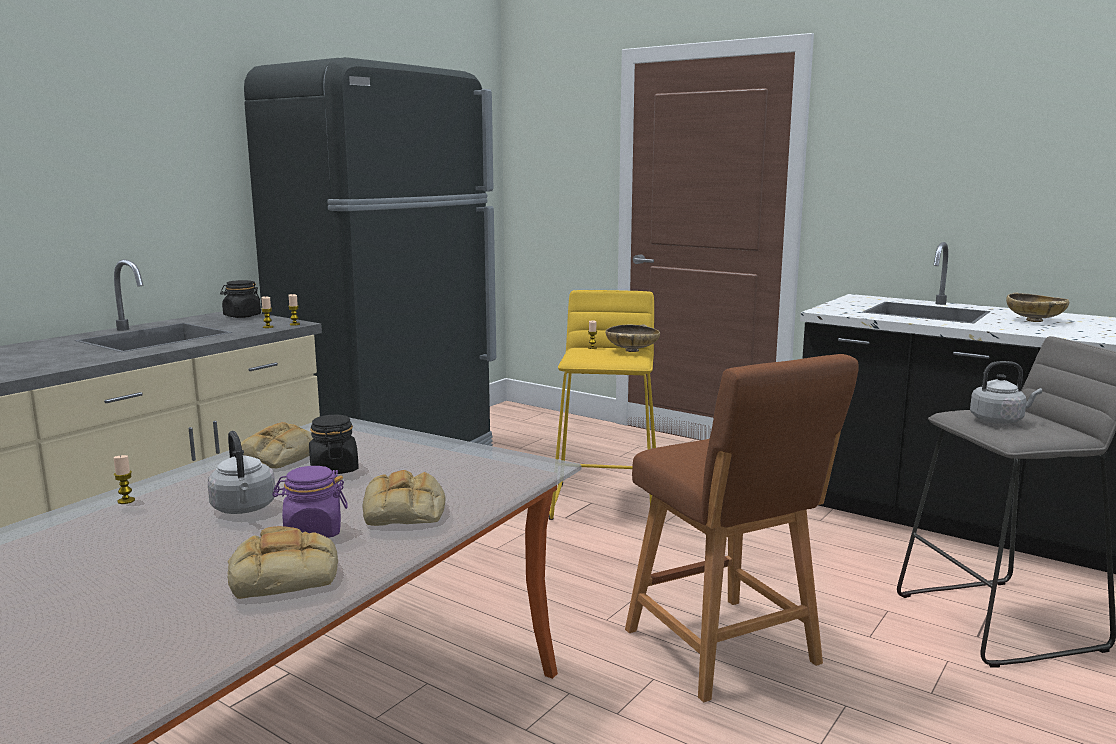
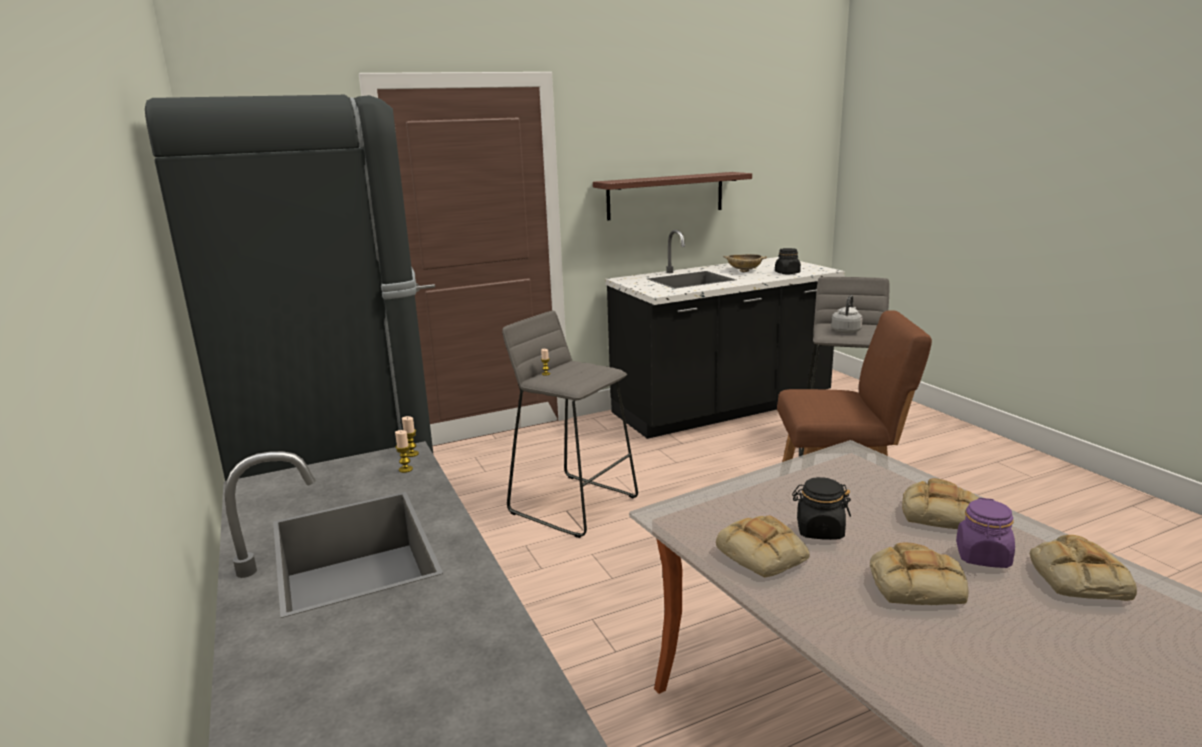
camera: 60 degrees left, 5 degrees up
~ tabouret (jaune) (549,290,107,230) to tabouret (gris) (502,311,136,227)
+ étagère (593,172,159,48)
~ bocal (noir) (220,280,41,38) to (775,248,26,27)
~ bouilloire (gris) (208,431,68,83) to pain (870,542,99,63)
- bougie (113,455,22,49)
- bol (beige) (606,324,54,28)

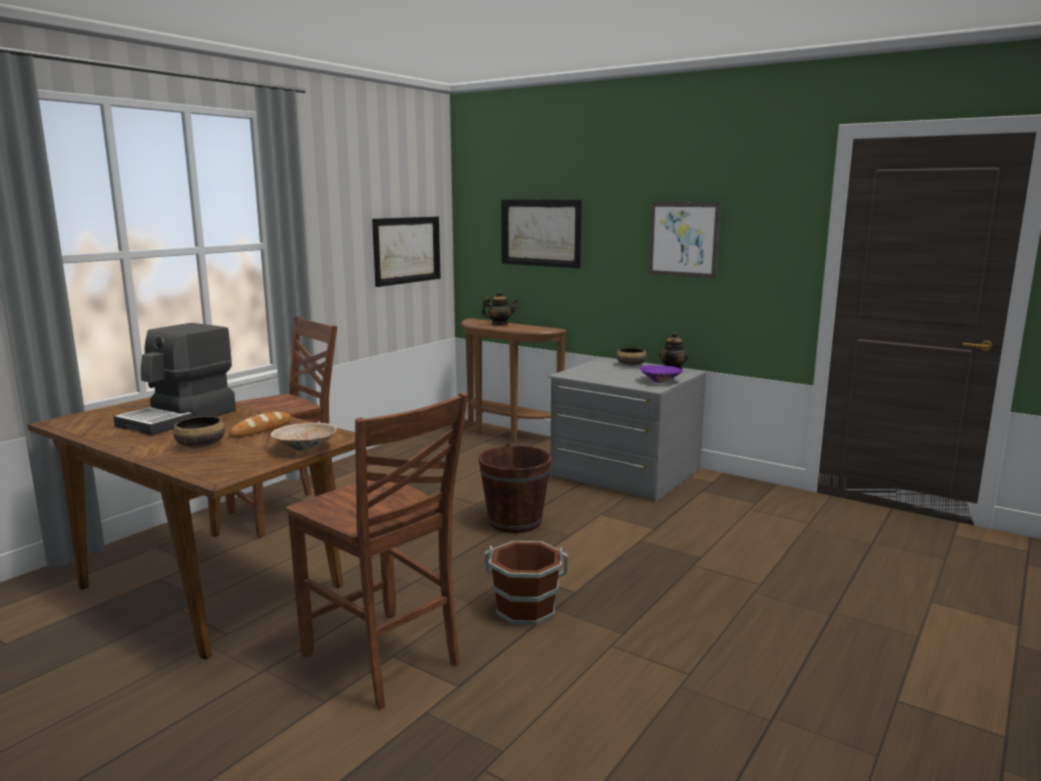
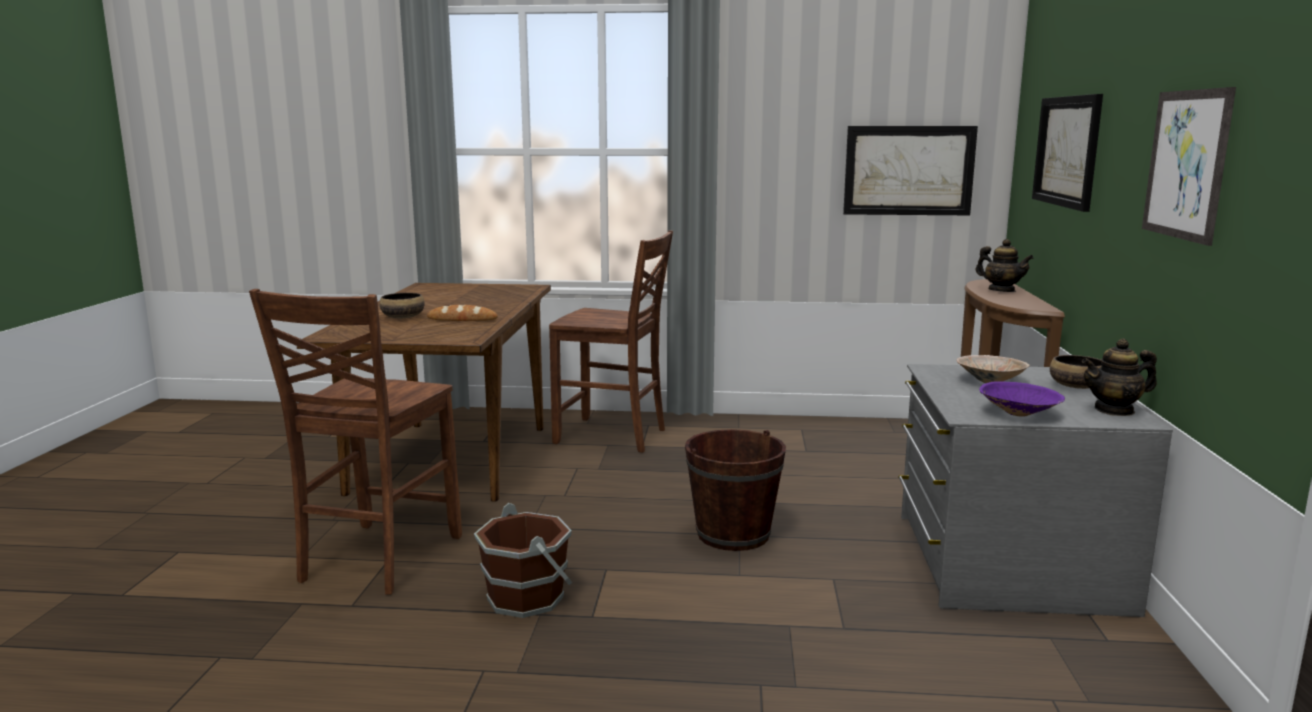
camera: 60 degrees right, 0 degrees up
~ bol (beige) (270,423,67,28) to (956,355,74,28)
- machine à café (113,323,123,113)

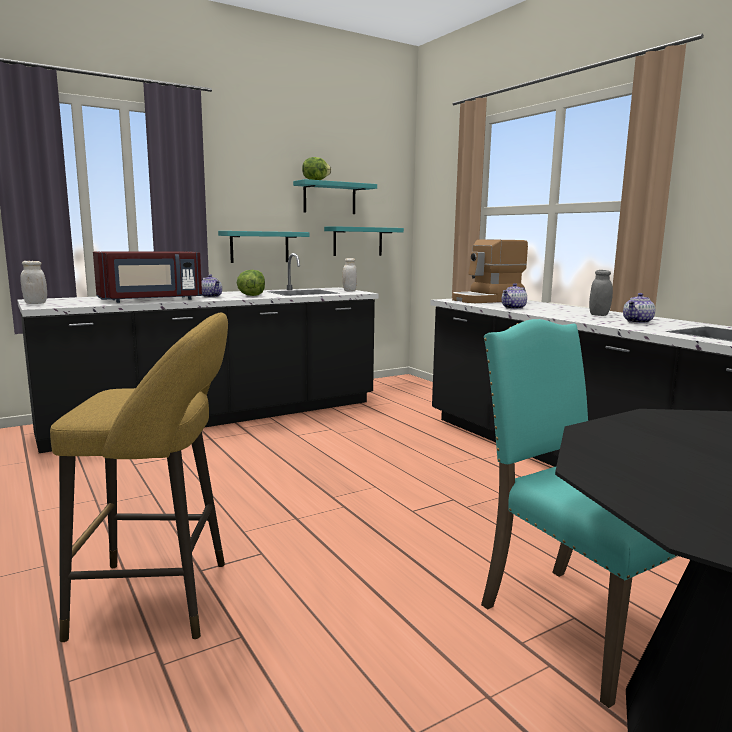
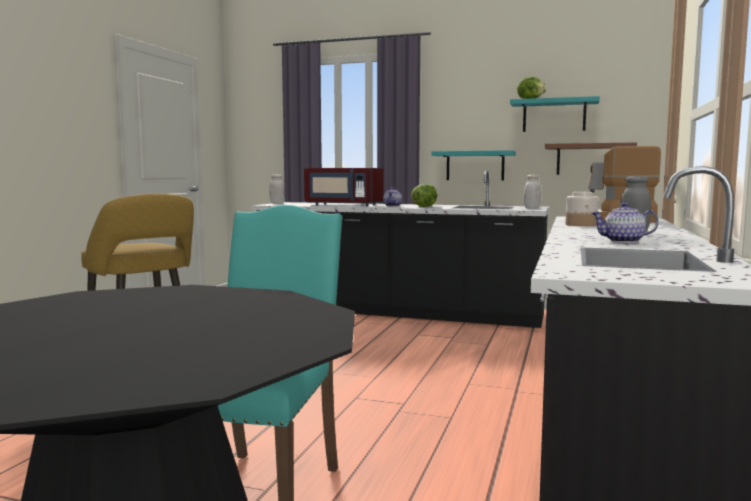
camera: 50 degrees right, 5 degrees down
~ étagère (turquoise) (324,226,80,30) to étagère (marron) (545,142,92,33)
~ théière (501,283,26,26) to bocal (566,192,32,34)

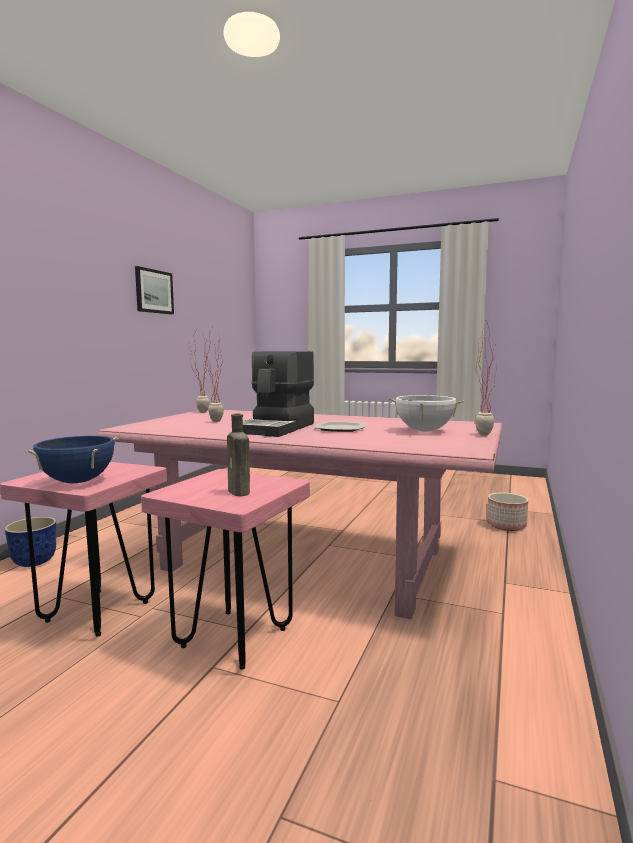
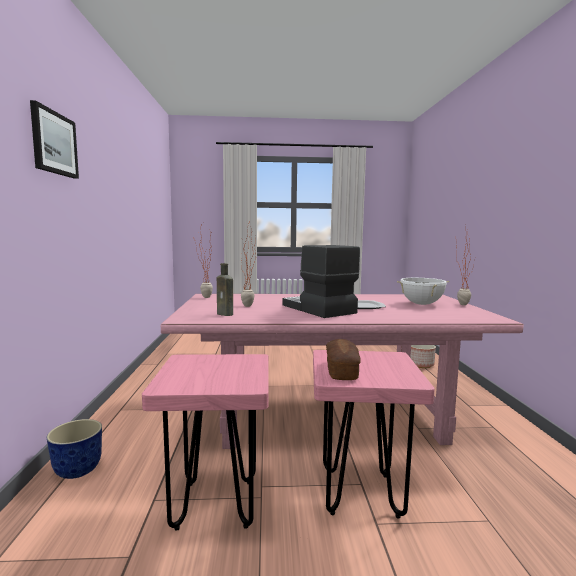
camera: 25 degrees left, 0 degrees up
~ tableau (135,266,39,48) to (30,100,49,79)
~ bouteille (marron) (227,414,23,82) to (217,263,16,53)
~ machine à café (243,351,71,86) = (283,245,77,73) 150 degrees clockwise
+ pain (326,339,35,41)
- marmite (bleu) (25,436,93,47)

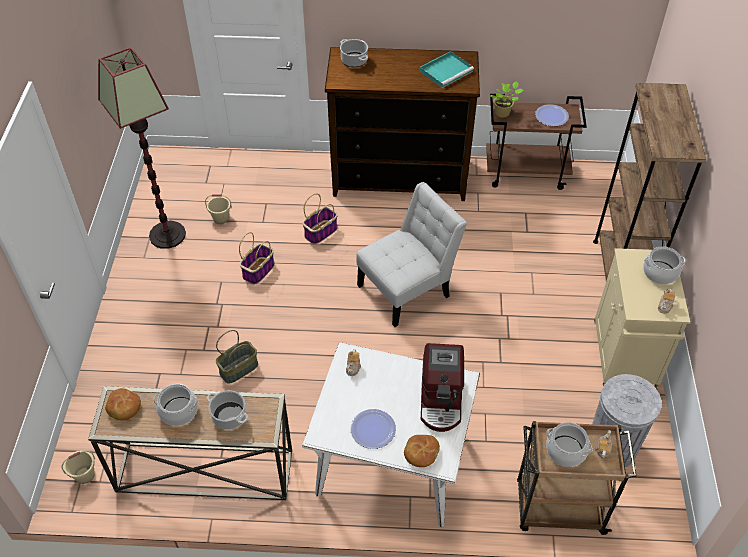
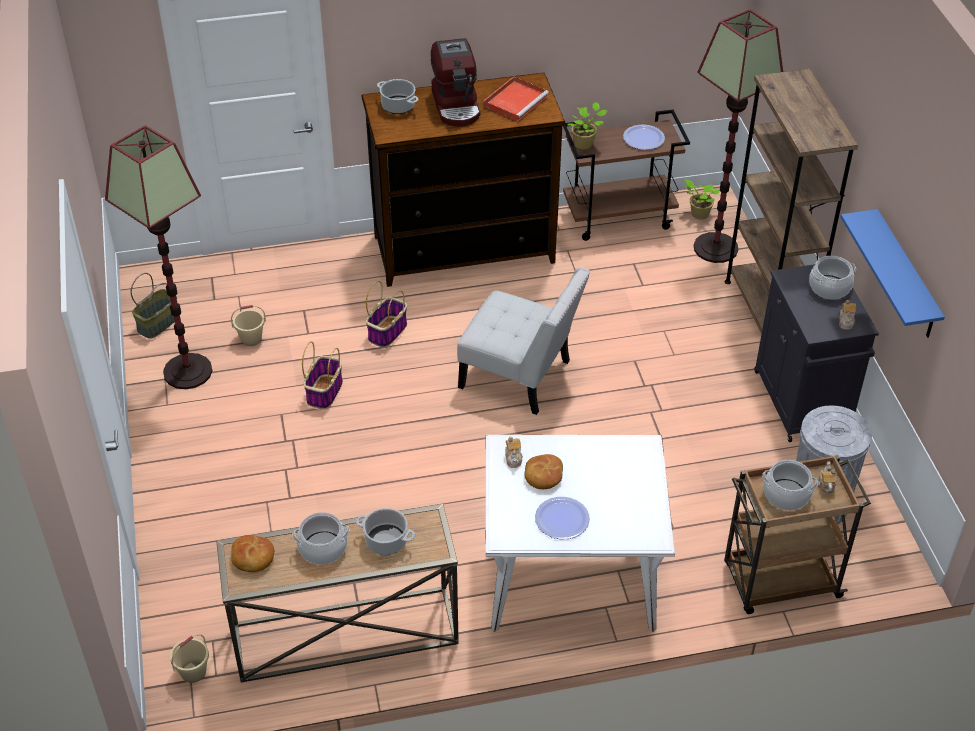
camera: 15 degrees left, 5 degrees down
~ panier (216,330,42,54) to (131,273,46,65)
~ machine à café (421,343,43,89) to (431,38,49,89)
~ chaise (blanc) (356,182,111,145) = (457,267,133,148) 75 degrees clockwise
~ plateau (turquoise) (419,51,55,37) to plateau (rouge) (483,76,66,45)
~ pain (404,435,36,32) to (524,454,39,35)
+ plante en pot (683,179,37,41)
+ lampadaire (694,9,89,254)
~ meuble de rangement (beige) (594,248,96,142) to meuble de rangement (noir) (754,264,125,178)
+ étagère (bleu) (841,209,104,129)

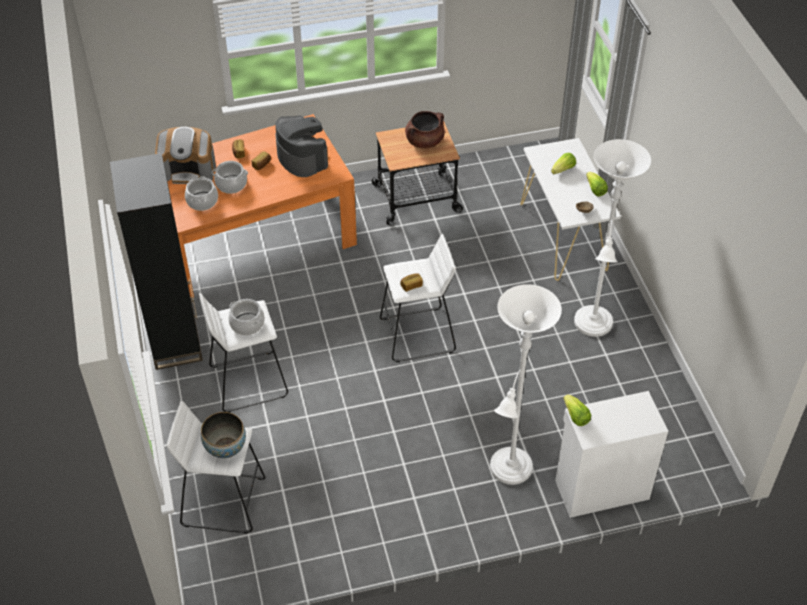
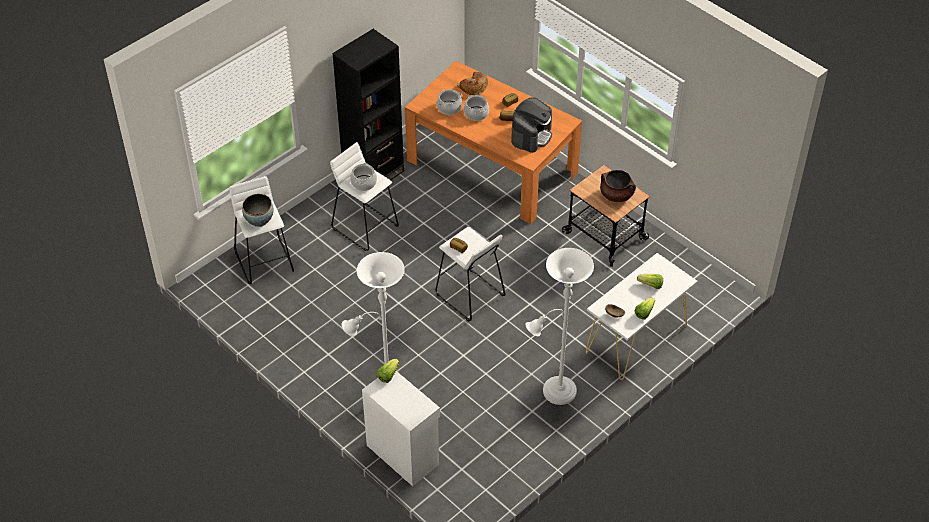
camera: 60 degrees right, 0 degrees up
~ machine à café (155,127,61,57) to pain (457,72,31,23)

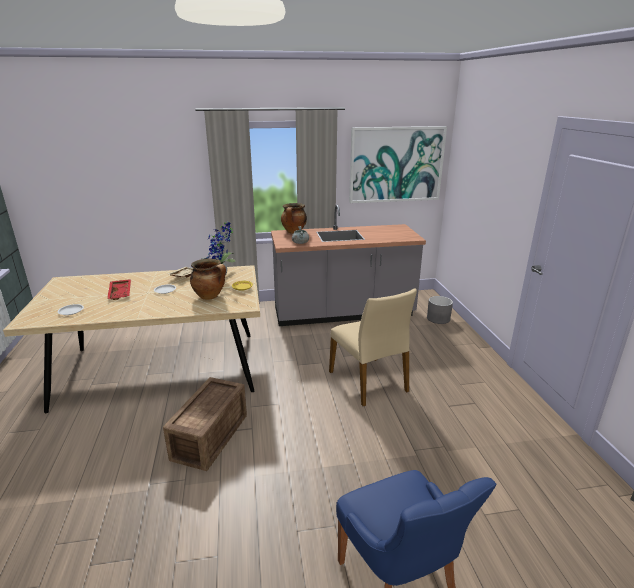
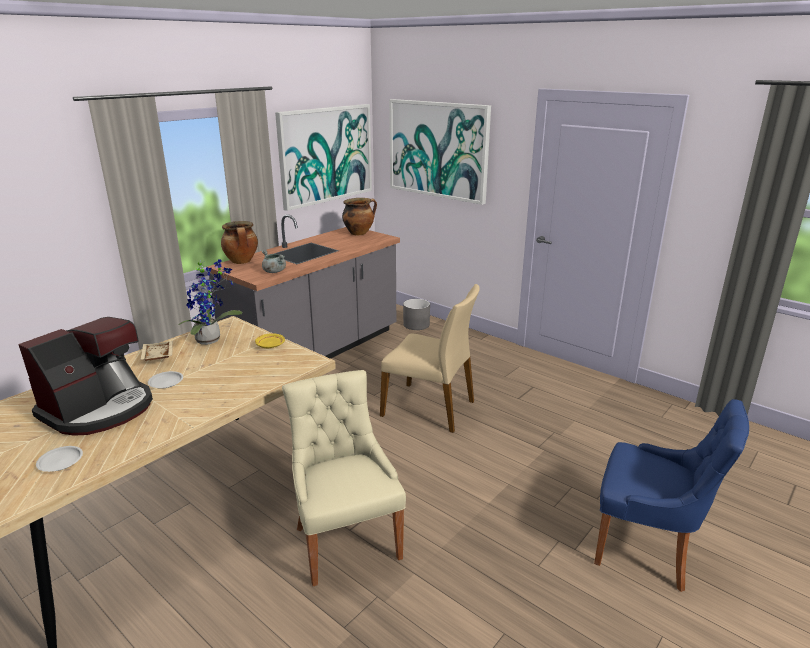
camera: 40 degrees left, 0 degrees up
~ plateau (rouge) (107,279,24,21) to machine à café (18,317,135,119)
~ caisse (163,377,84,94) to chaise (beige) (282,370,124,216)
~ marmite (190,259,36,41) to (342,198,35,37)
+ tableau (389,99,102,106)

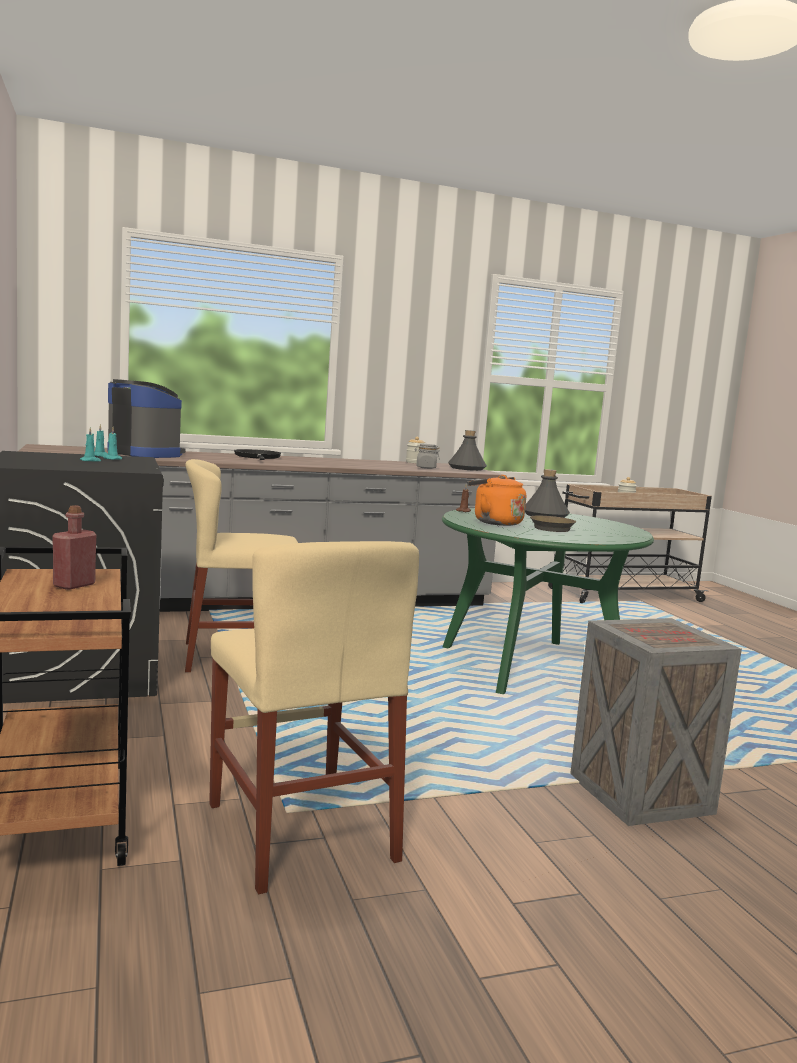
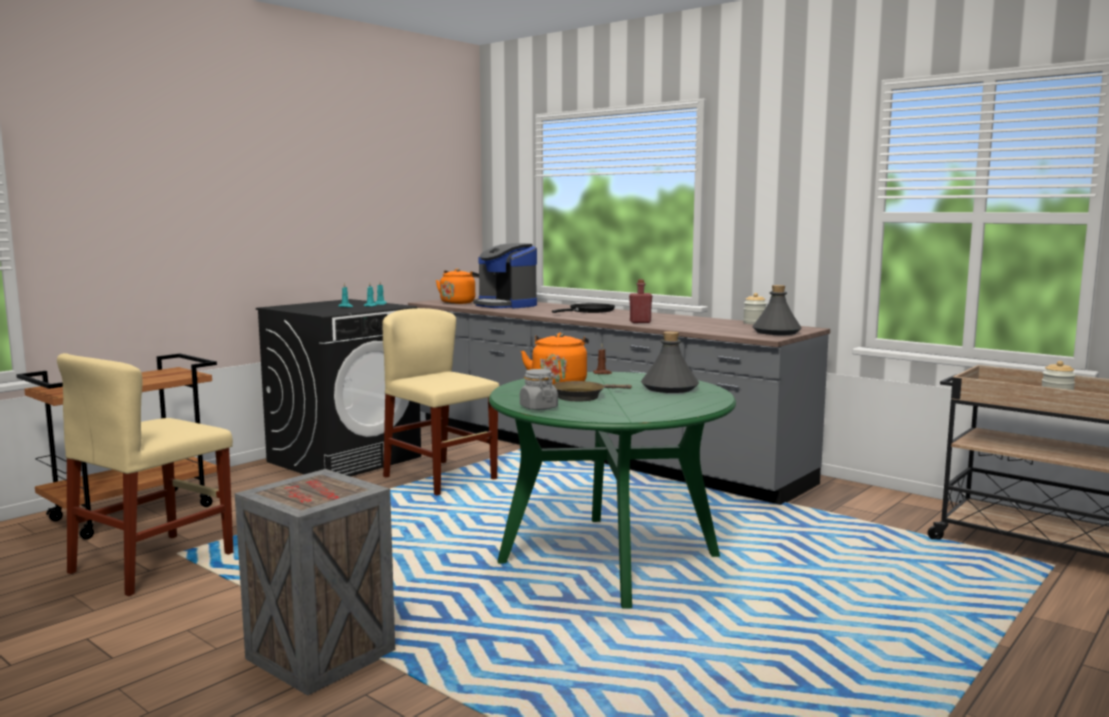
camera: 60 degrees right, 0 degrees up
+ bouilloire (orange) (436,269,43,35)
~ machine à café (107,379,78,79) = (473,243,64,66) 135 degrees clockwise
~ bocal (gris) (414,444,26,25) to (520,369,38,41)
~ bouteille (rouge) (52,505,45,85) to (629,279,24,44)

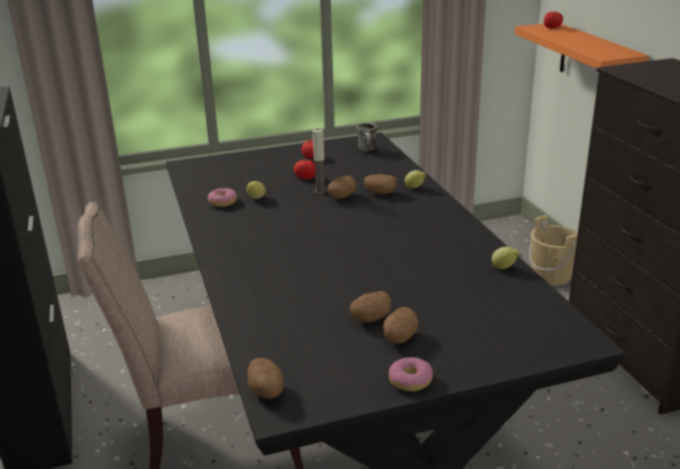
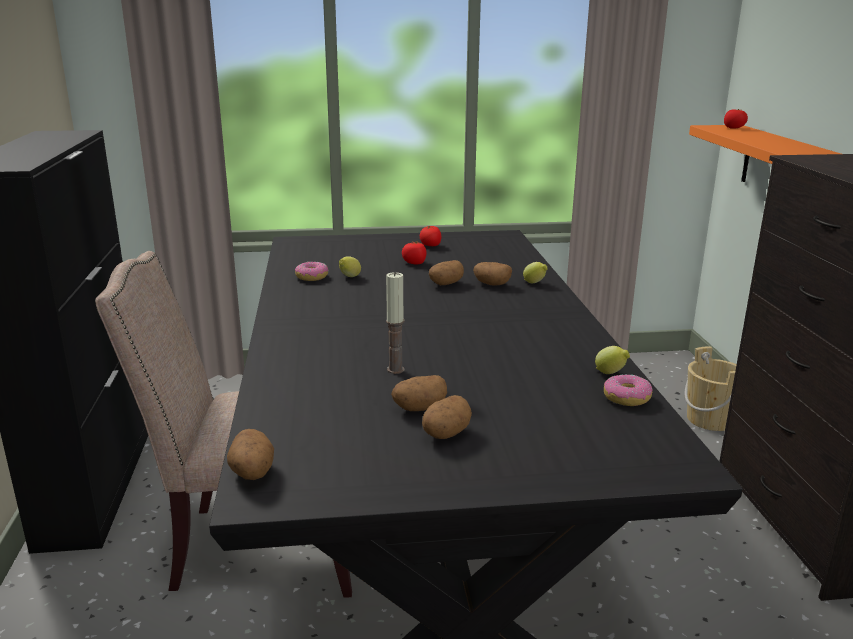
camera: 10 degrees right, 5 degrees down
~ bougie (313,128,13,66) to (386,272,18,102)
~ beignet (389,357,44,35) to (604,374,49,32)
- mug (357,123,20,29)

